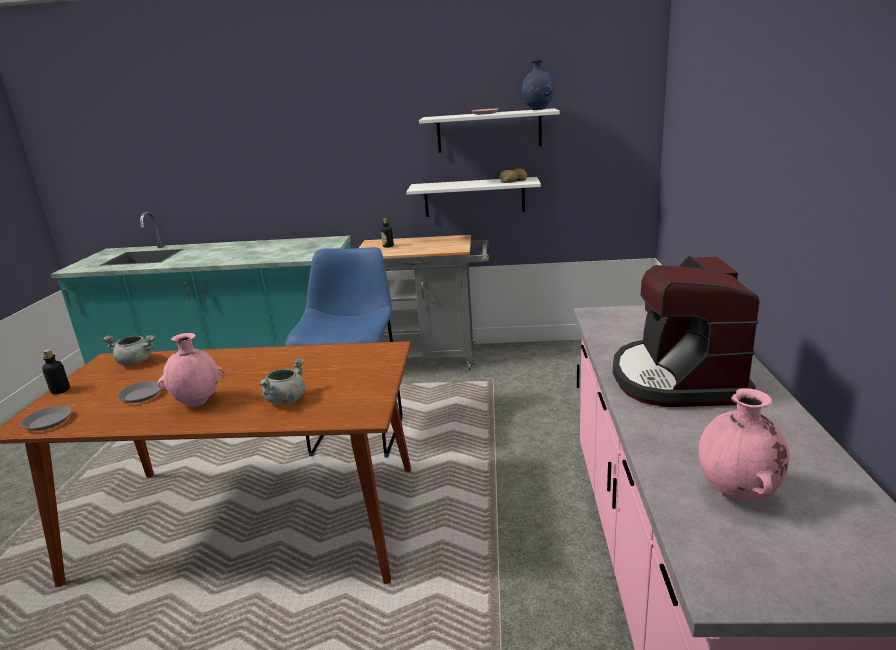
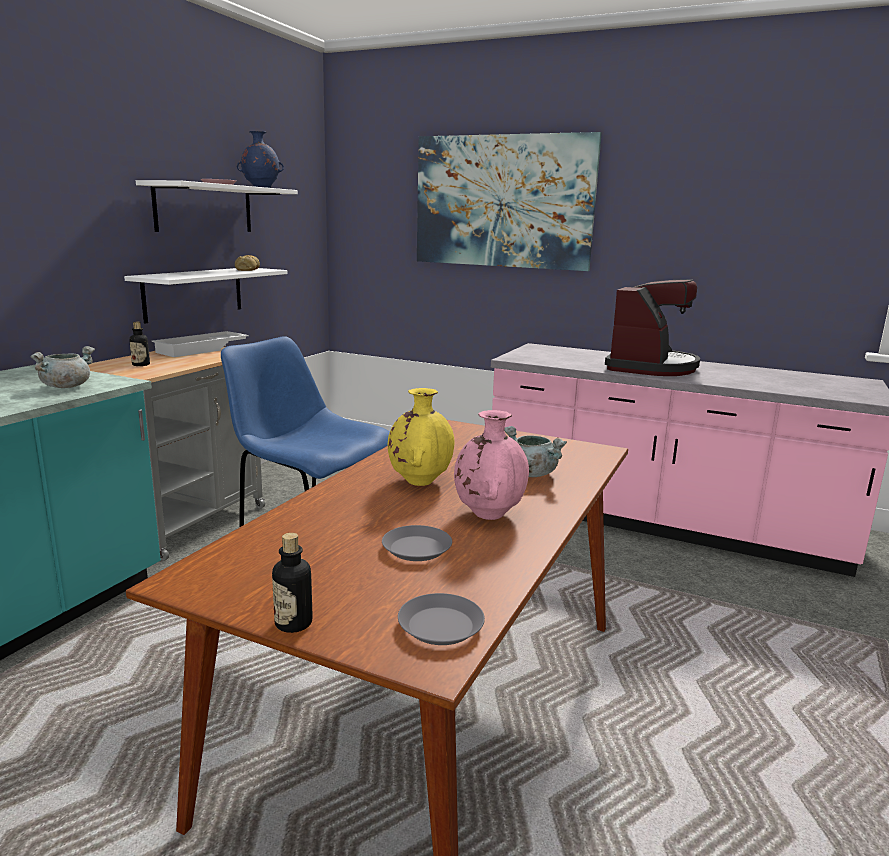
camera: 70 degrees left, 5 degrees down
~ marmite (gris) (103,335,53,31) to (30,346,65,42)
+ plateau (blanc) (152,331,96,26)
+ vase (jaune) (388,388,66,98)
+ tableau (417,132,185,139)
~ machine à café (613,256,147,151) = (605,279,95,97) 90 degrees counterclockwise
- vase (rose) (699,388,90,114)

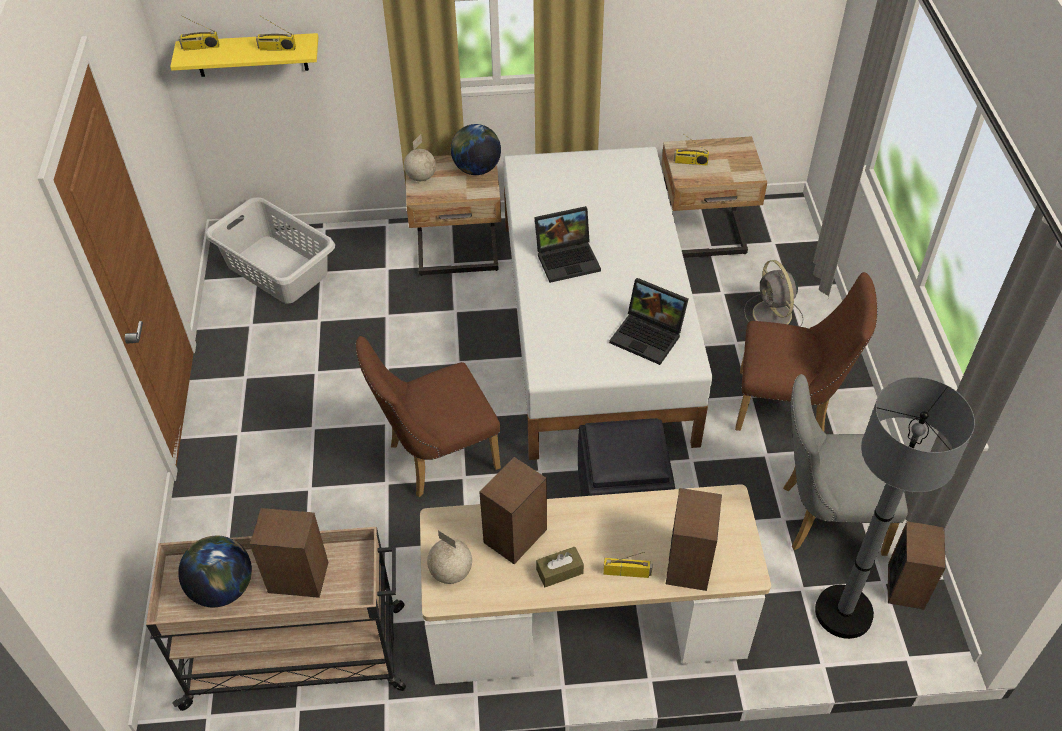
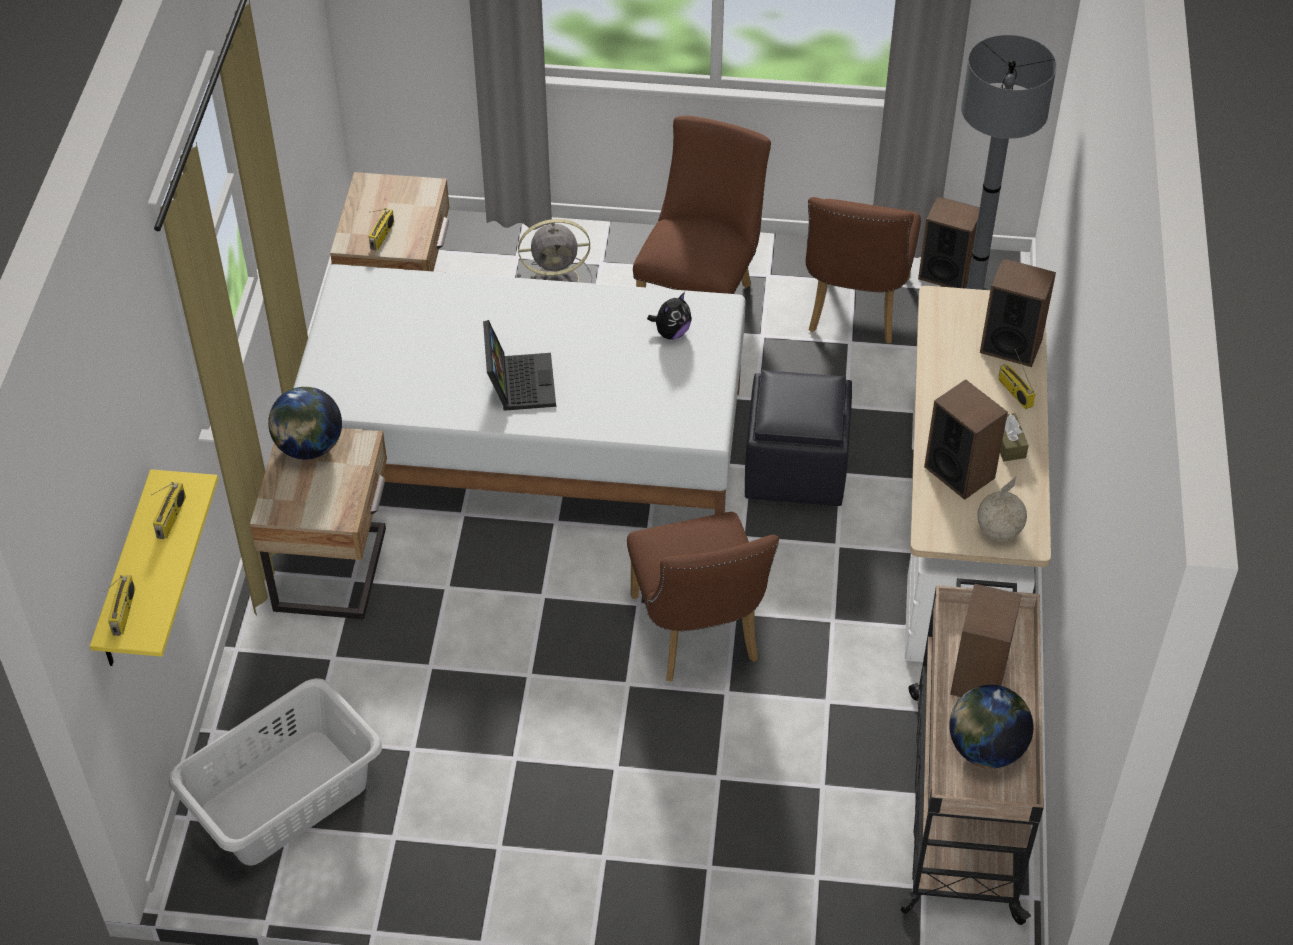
camera: 80 degrees left, 0 degrees up
~ ordinateur portable (609,278,79,87) to peluche (647,292,45,48)
~ chaise (gris) (783,374,125,182) to chaise (marron) (806,197,115,147)
~ radio (603,552,49,26) = (998,349,38,61) 45 degrees counterclockwise
- globe (404,134,32,47)

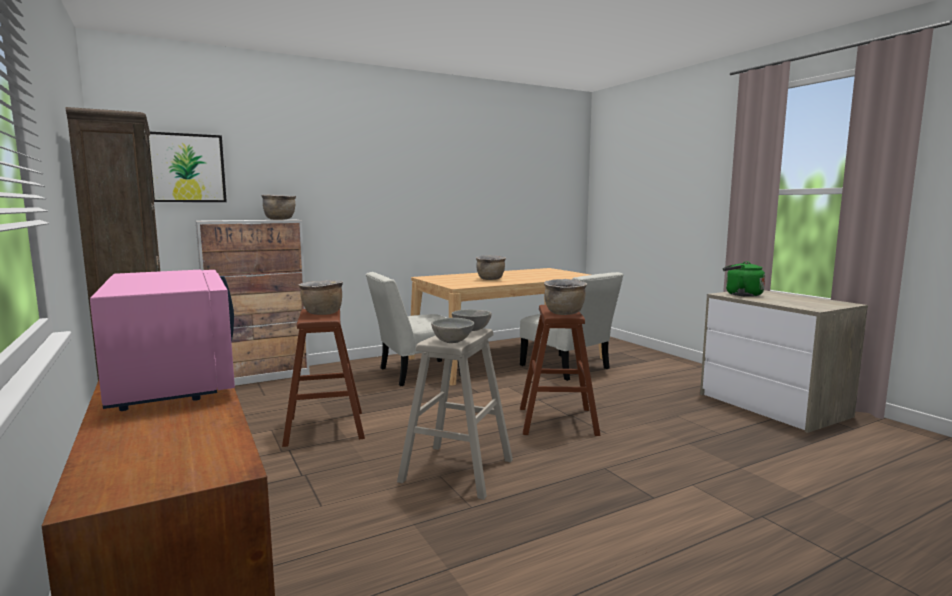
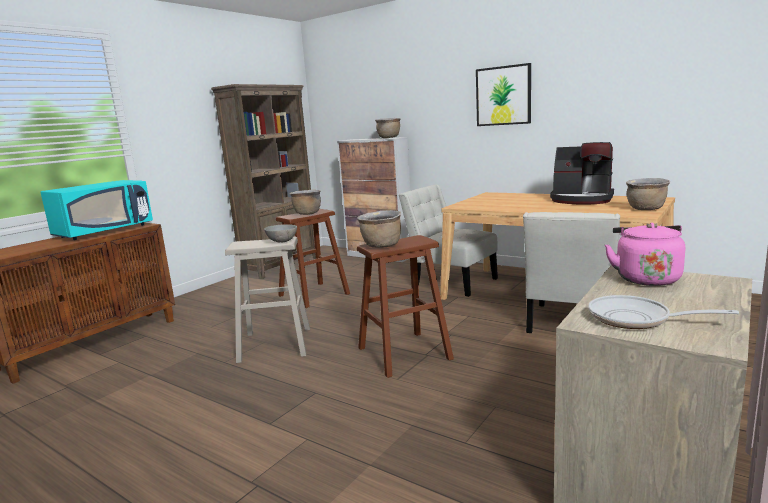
camera: 65 degrees right, 5 degrees up
~ micro-ondes (rose) (90,270,145,141) to micro-ondes (turquoise) (40,180,113,60)
~ tableau (148,132,79,70) to (476,63,55,63)
+ machine à café (550,142,64,62)
+ poêle (588,295,151,34)
~ bouilloire (vert) (723,261,42,36) to bouilloire (rose) (605,223,80,63)
~ marmite (marron) (476,255,30,25) to (626,178,44,32)
- bol (gris) (431,318,43,25)

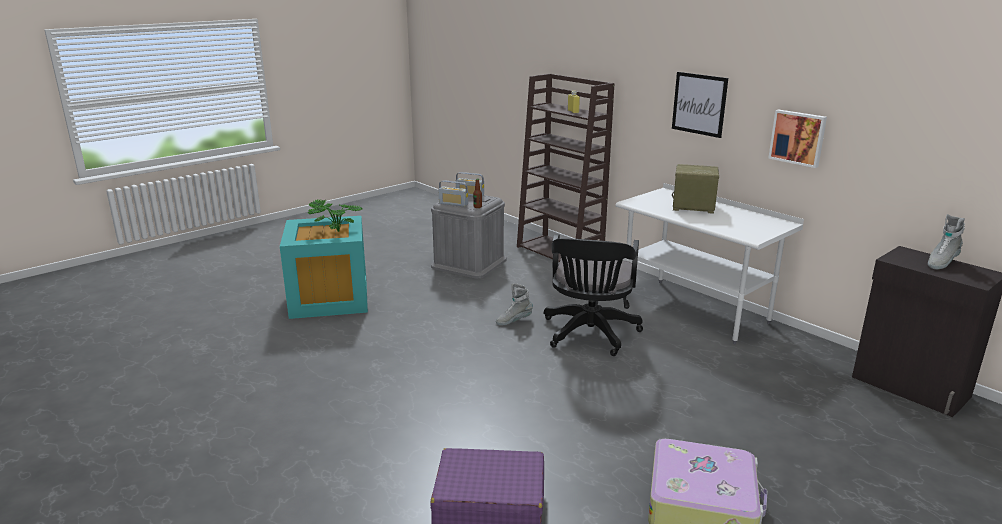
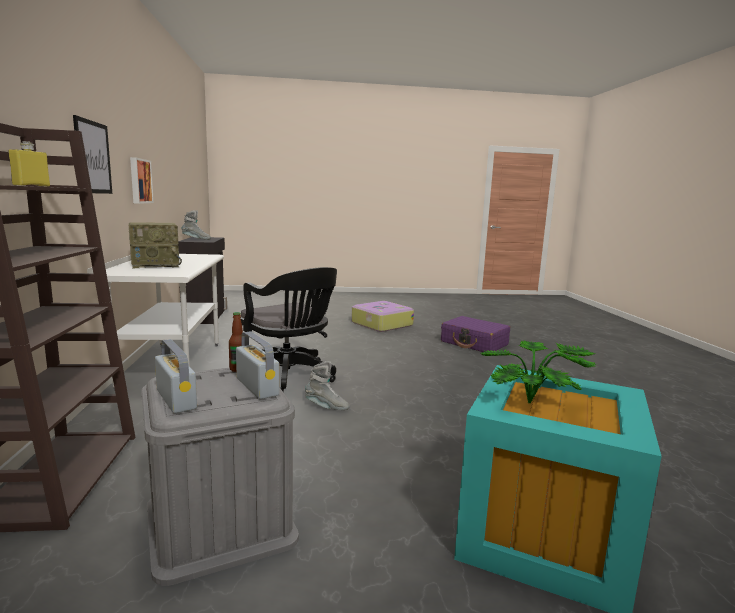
camera: 145 degrees left, 10 degrees down
~ radio (672,164,47,50) = (129,222,53,46) 75 degrees counterclockwise
~ chaise de bureau (noir) (544,234,99,122) = (240,267,97,125) 90 degrees clockwise

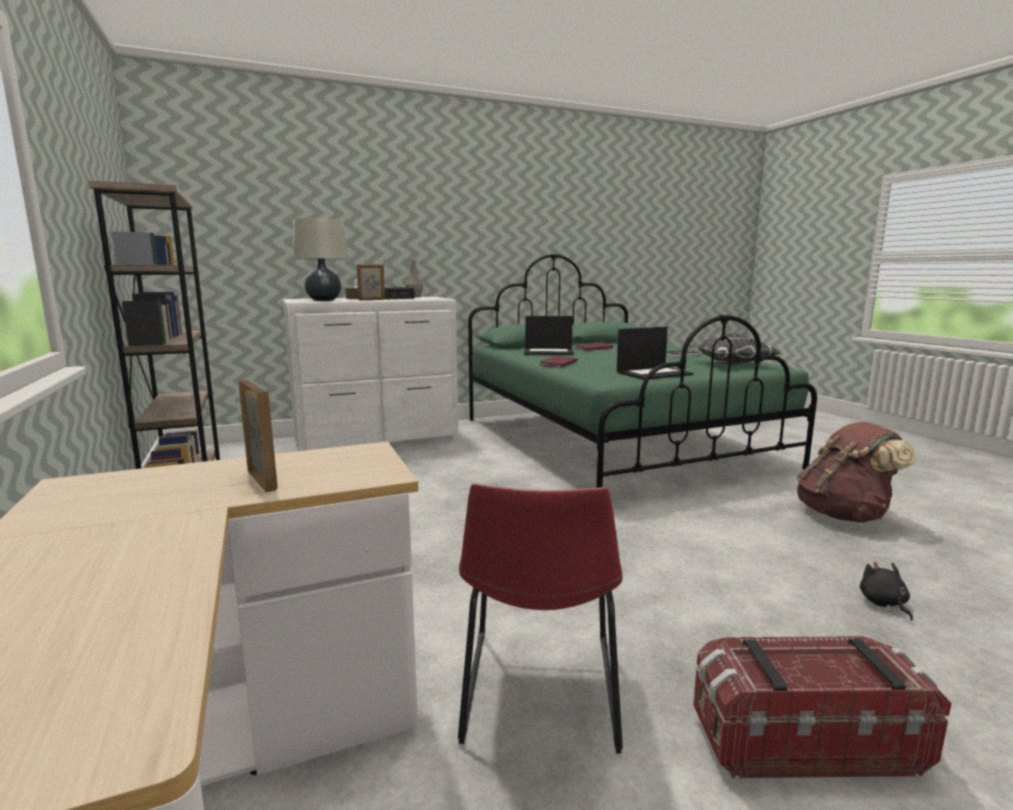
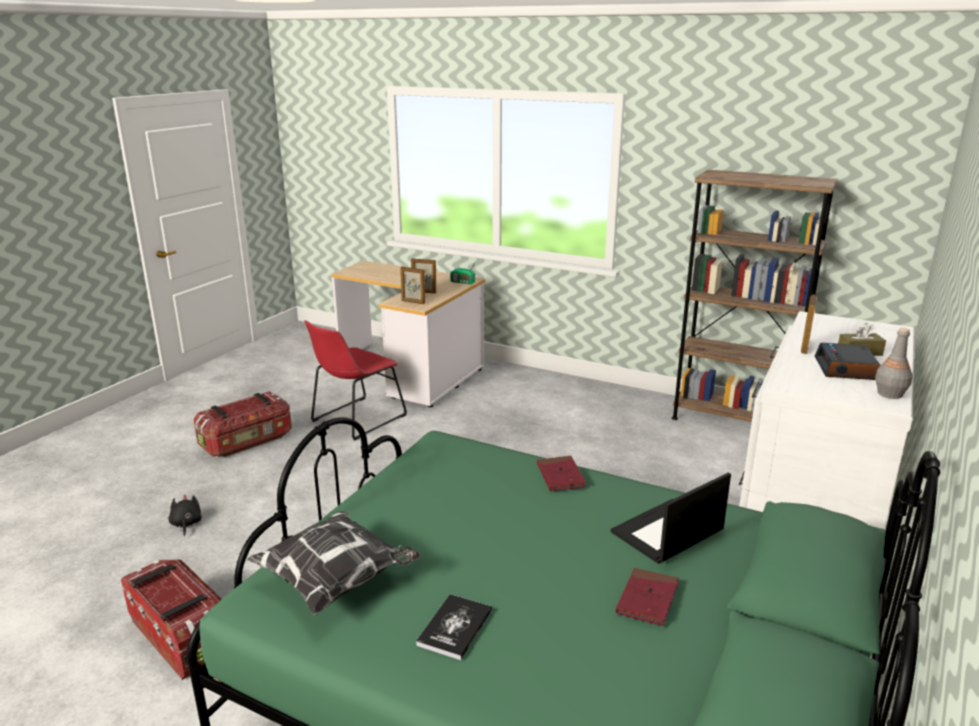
camera: 140 degrees right, 10 degrees up
~ sac à dos (marron) (797,422,120,100) to boîte de rangement (121,560,101,120)
~ peluche (noir) (860,561,53,60) = (168,495,34,41) 150 degrees counterclockwise
~ chaise (rouge) (458,484,165,270) = (304,320,103,121) 105 degrees counterclockwise
+ cadre photo (400,267,25,37)
+ radio (450,260,27,24)
- lampe de table (beige) (292,218,57,83)
- ordinateur portable (617,327,76,53)

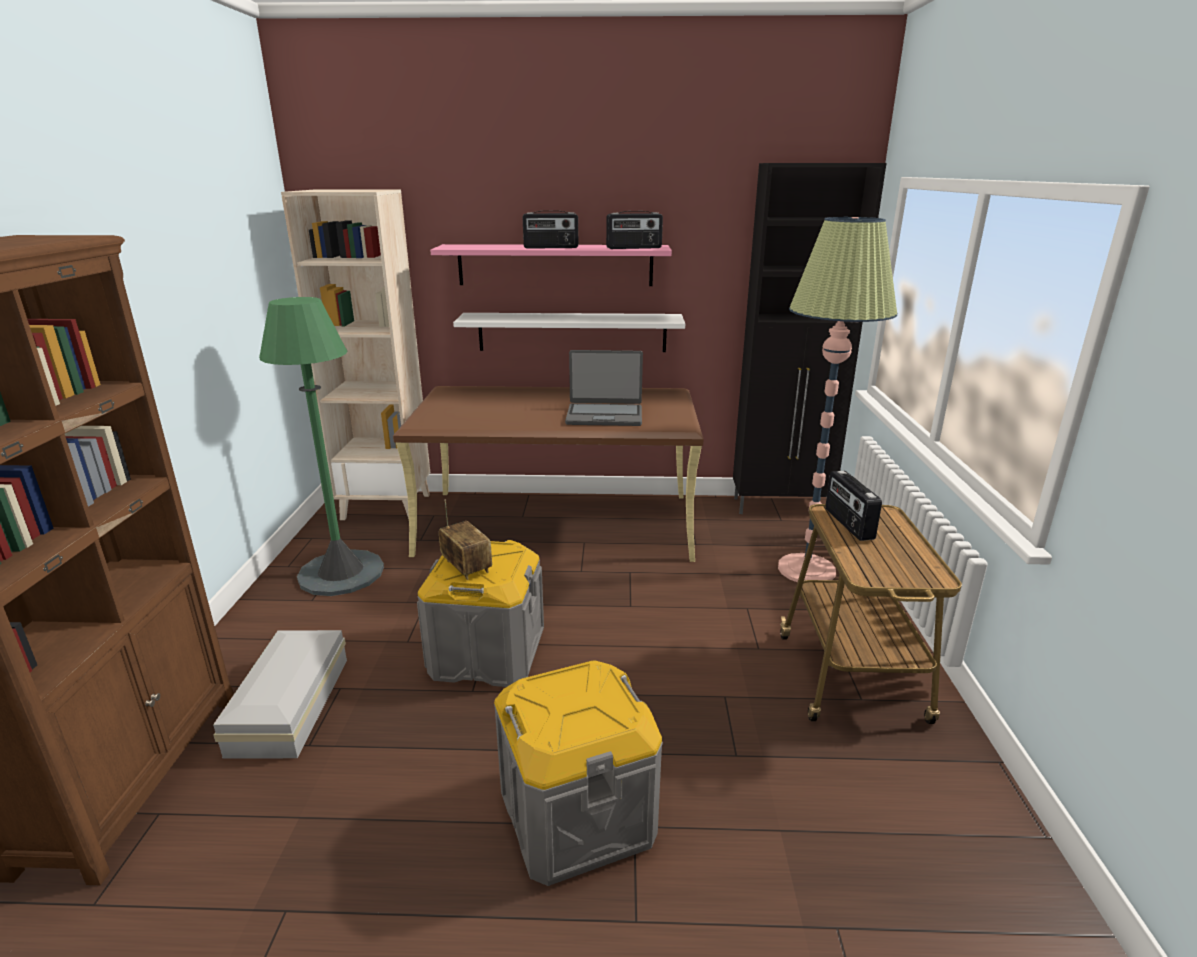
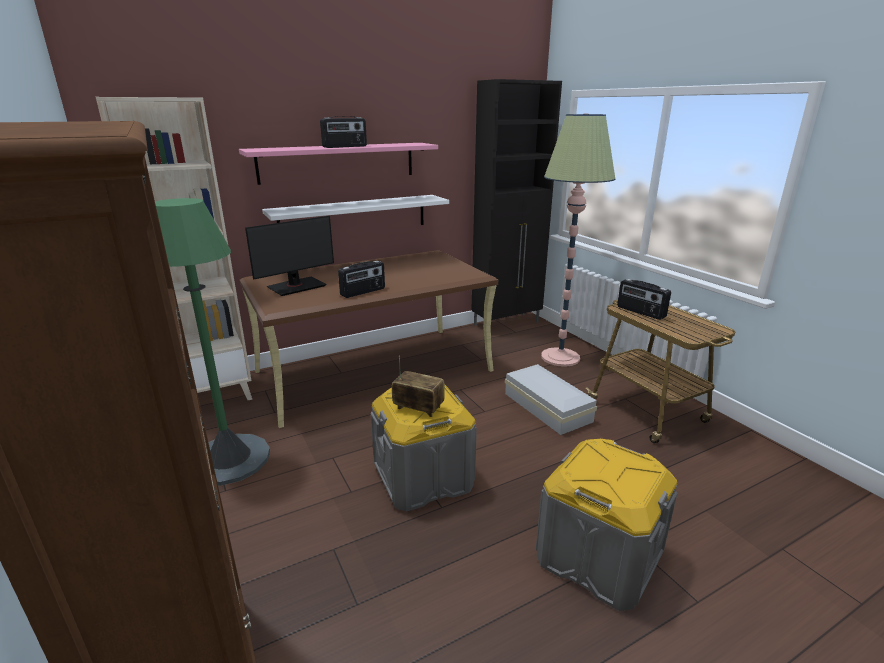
camera: 30 degrees left, 0 degrees up
+ écran d'ordinateur (245,216,89,80)
~ radio (606,211,57,38) to (338,260,47,38)
~ boîte de rangement (blanc) (213,630,134,129) to (505,364,92,71)
- ordinateur portable (565,350,78,76)

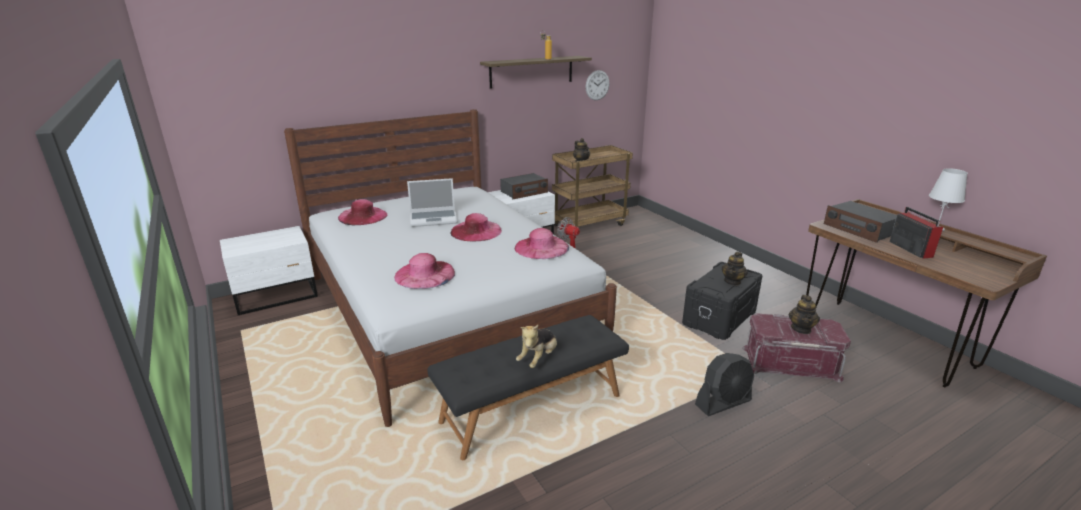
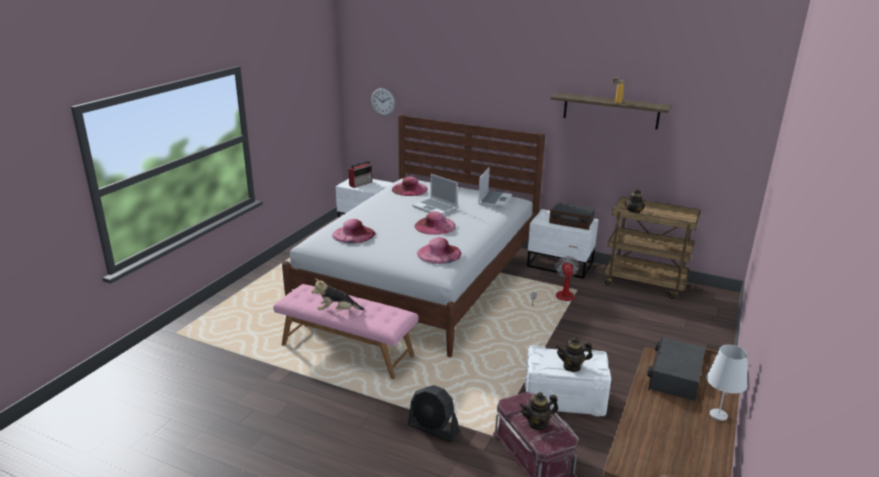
camera: 55 degrees right, 0 degrees up
~ banc (noir) (427,315,202,145) to banc (rose) (273,284,146,95)
~ radio (889,207,54,52) to (348,161,24,27)
~ horloge murale (586,70,24,30) to (371,88,24,27)
+ ordinateur portable (478,167,34,41)
~ boîte de rangement (noir) (682,262,80,78) to boîte de rangement (blanc) (525,345,86,72)

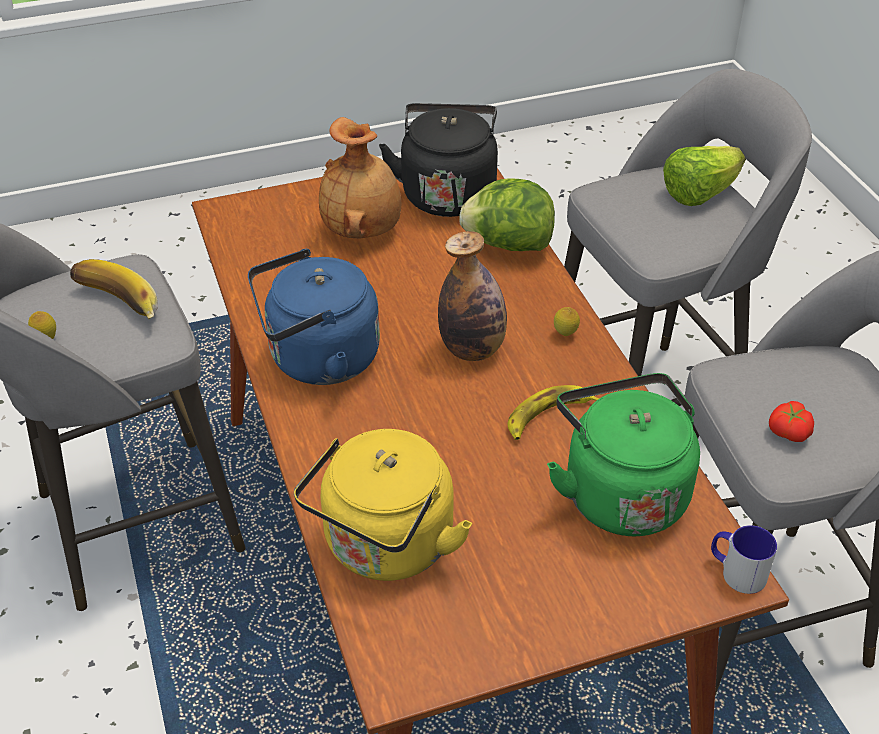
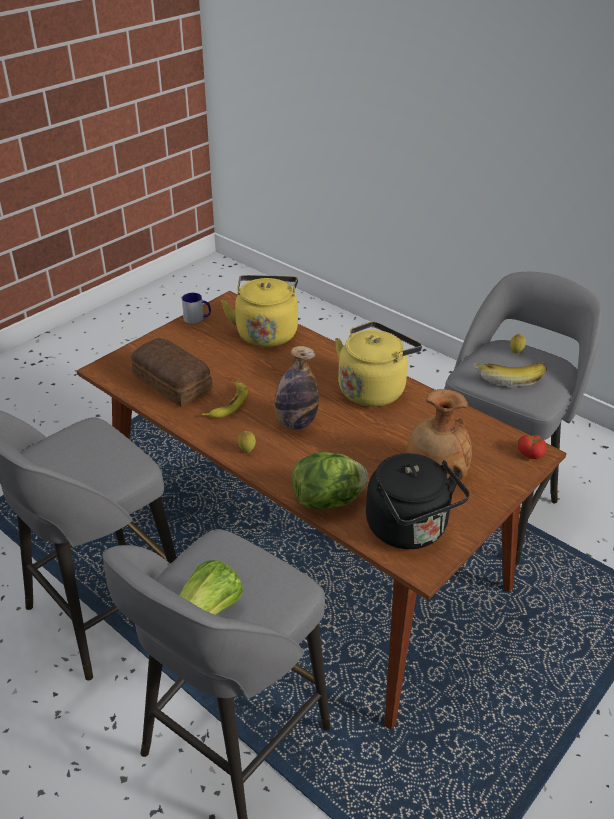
camera: 150 degrees right, 5 degrees down
~ bouilloire (vert) (547,373,153,163) to pain (131,338,82,68)
~ mug (711,525,66,69) to (182,293,29,31)
~ bouilloire (bleu) (248,249,132,136) to bouilloire (jaune) (335,322,87,85)
~ tomate (769,401,45,41) to (518,435,28,24)

